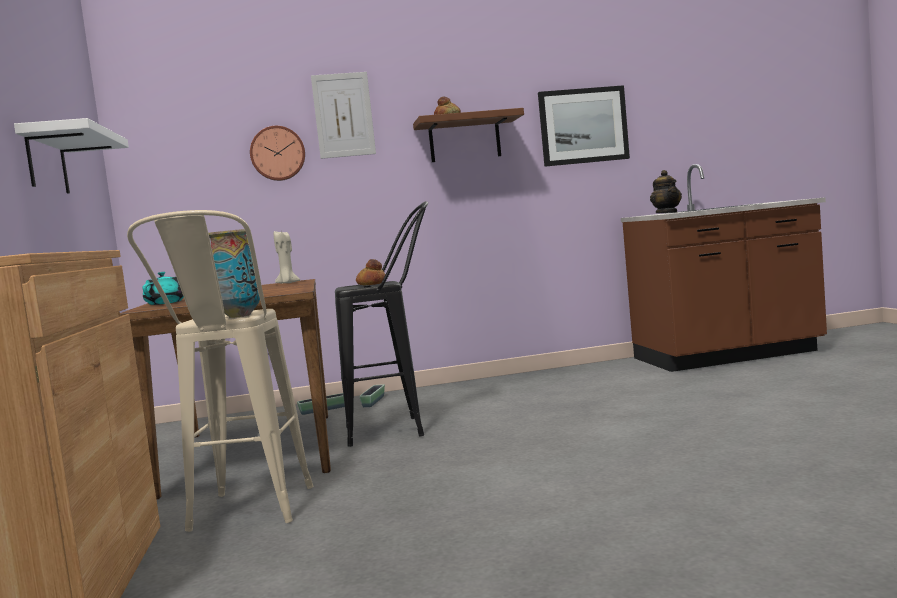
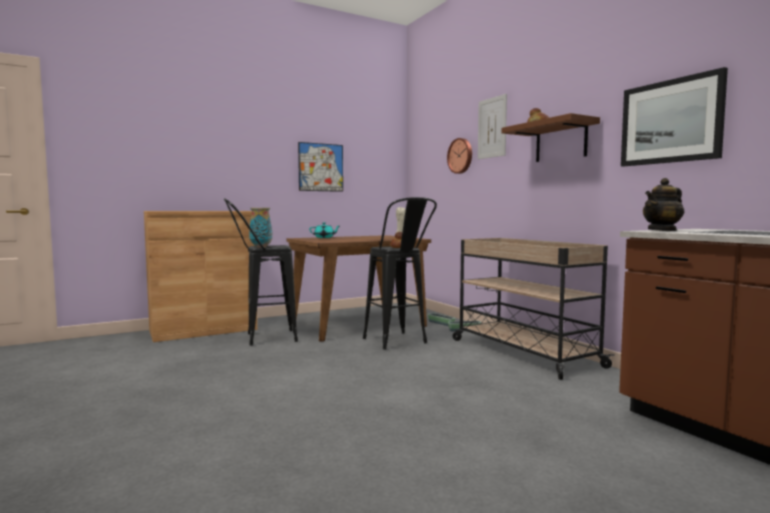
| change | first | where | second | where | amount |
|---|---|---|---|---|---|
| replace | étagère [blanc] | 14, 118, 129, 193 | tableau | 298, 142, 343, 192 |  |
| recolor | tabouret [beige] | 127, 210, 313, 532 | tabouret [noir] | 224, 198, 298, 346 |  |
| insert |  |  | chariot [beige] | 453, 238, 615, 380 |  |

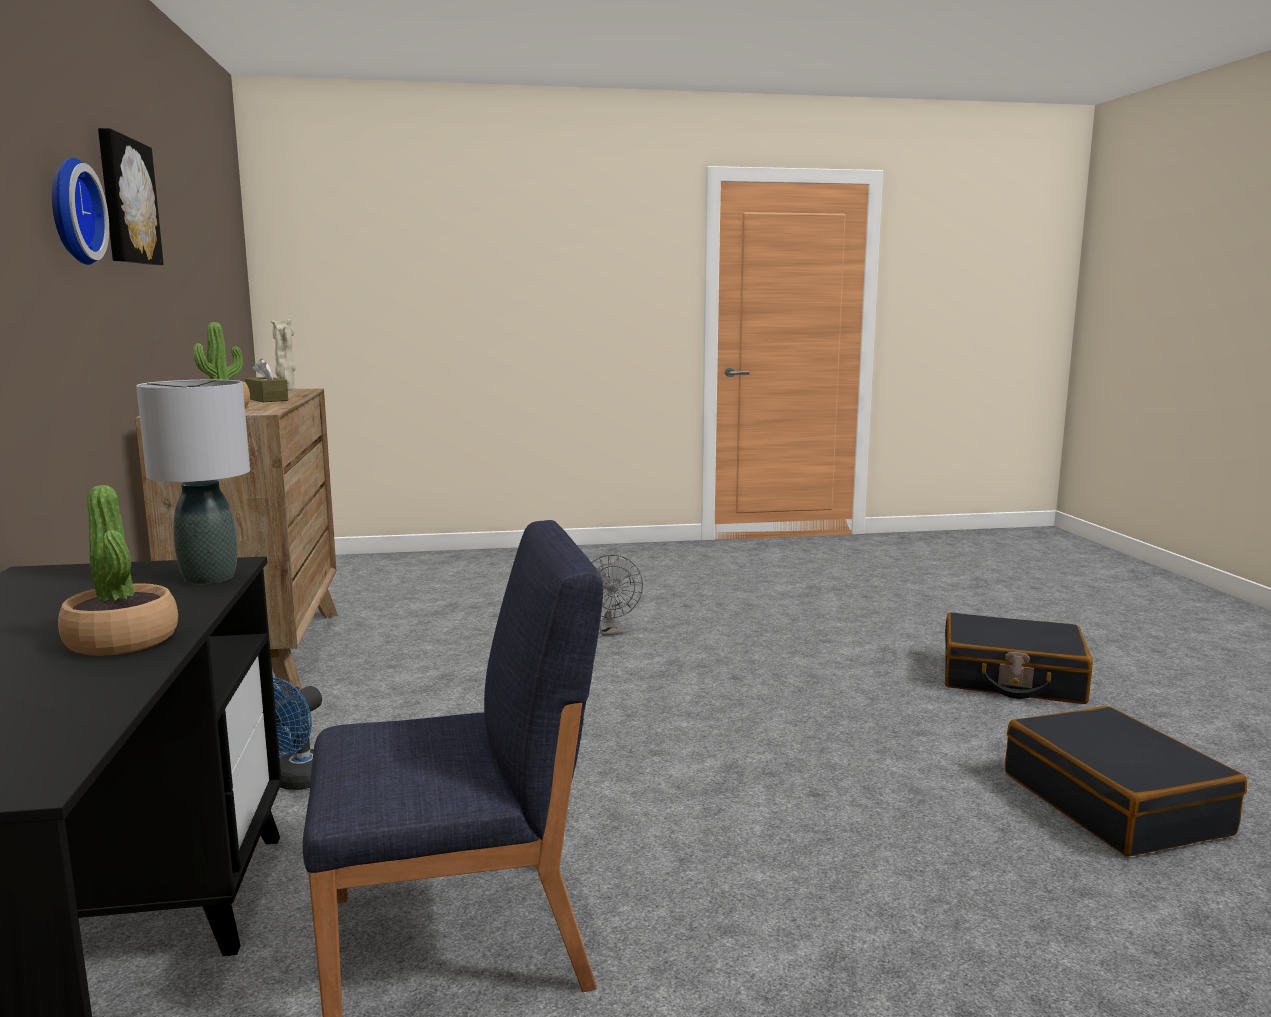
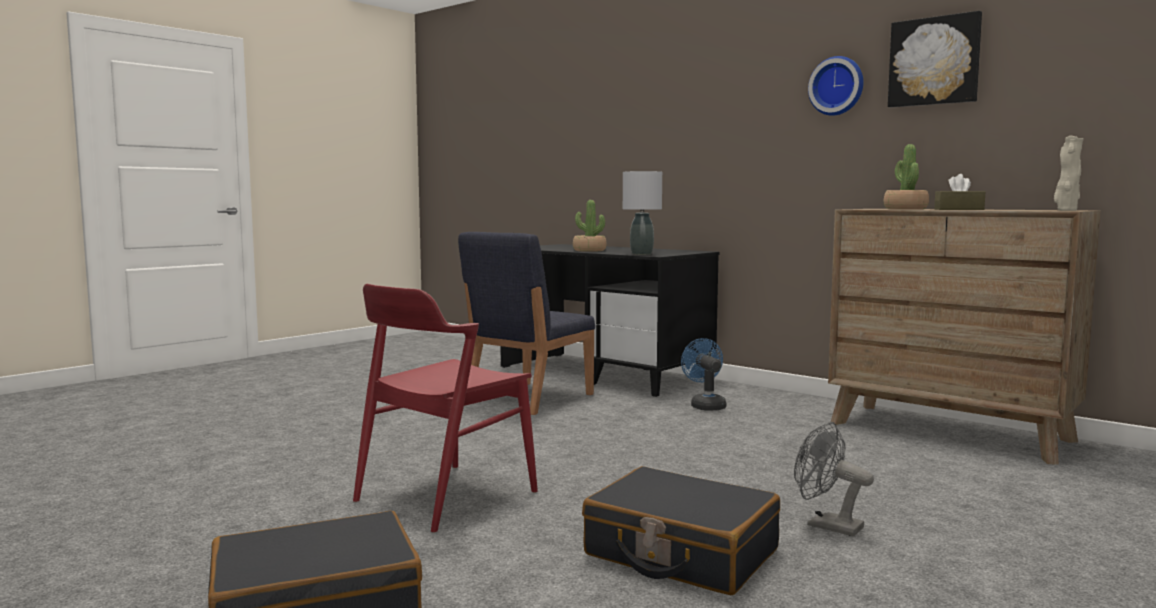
| change | first | where | second | where | amount |
|---|---|---|---|---|---|
| move | valise [noir] | 1005, 706, 1247, 856 |  | 582, 466, 780, 595 |  |
| insert |  |  | chaise [rouge] | 353, 284, 538, 533 |  |

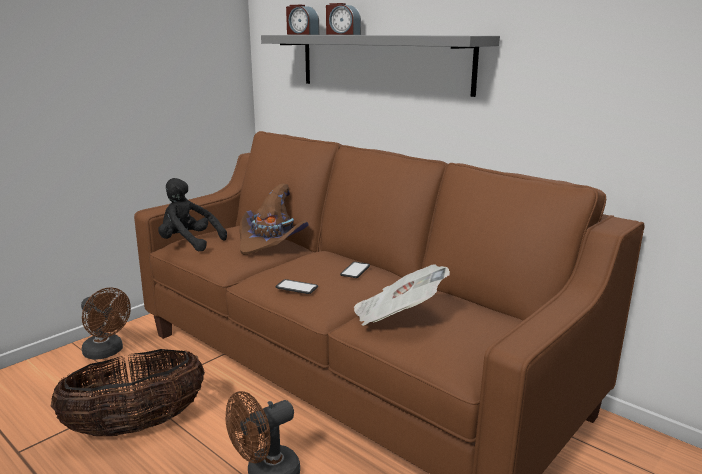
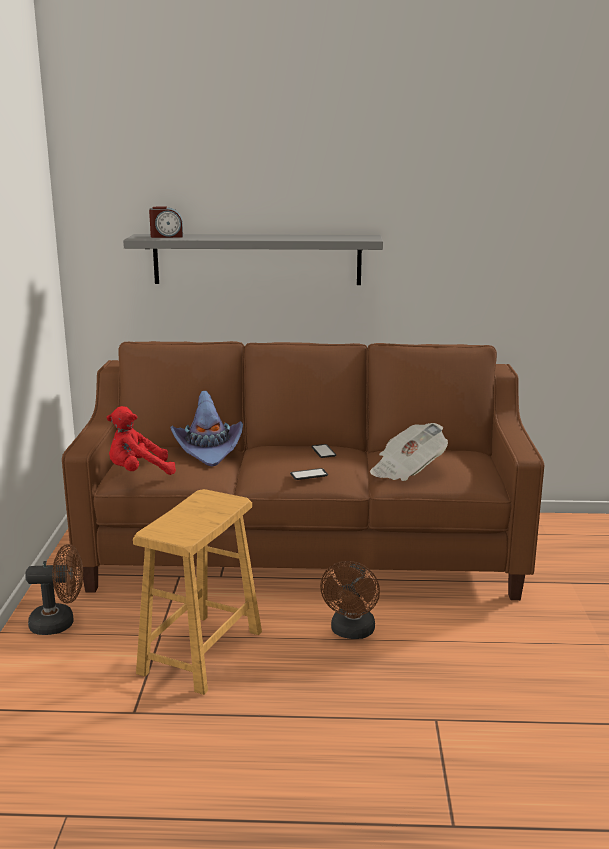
| change | first | where | second | where | amount |
|---|---|---|---|---|---|
| delete | réveil | 326, 3, 361, 35 |  |  |  |
| recolor | peluche [noir] | 158, 178, 227, 251 | peluche [rouge] | 106, 406, 176, 475 |  |
| recolor | chapeau [marron] | 240, 184, 308, 255 | chapeau [violet] | 170, 391, 243, 467 |  |
| replace | panier | 51, 349, 205, 436 | tabouret [marron] | 133, 489, 262, 695 |  |

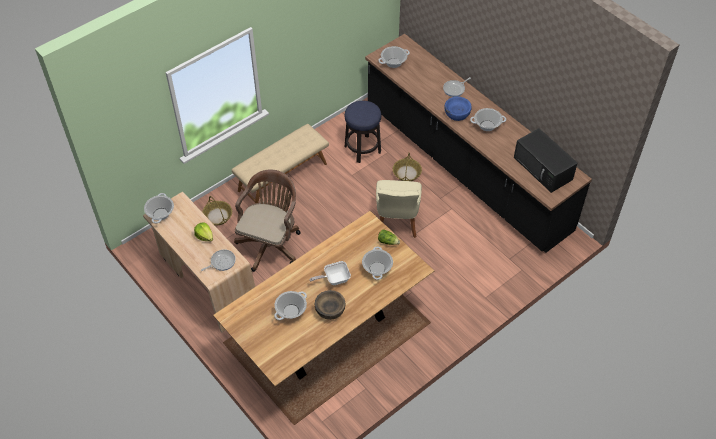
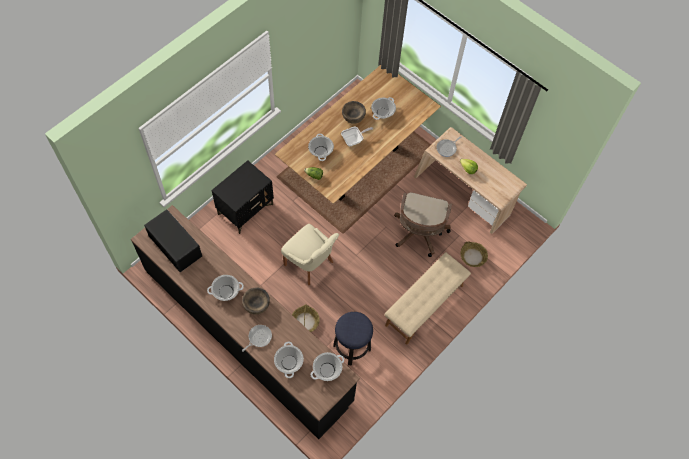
| change | first | where | second | where | amount |
|---|---|---|---|---|---|
| recolor | bol [bleu] | 445, 97, 471, 121 | bol [marron] | 242, 288, 270, 315 |  |
| rotate | chaise [beige] | 376, 180, 422, 238 |  | 281, 224, 339, 285 | 135 degrees clockwise |
| move | marmite | 144, 193, 174, 223 |  | 274, 342, 304, 378 |  |
| insert |  |  | table de chevet [noir] | 211, 160, 274, 234 |  |

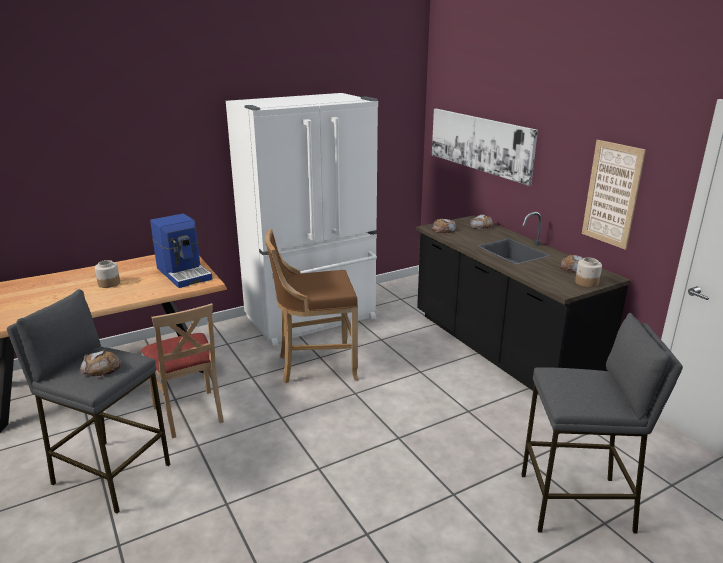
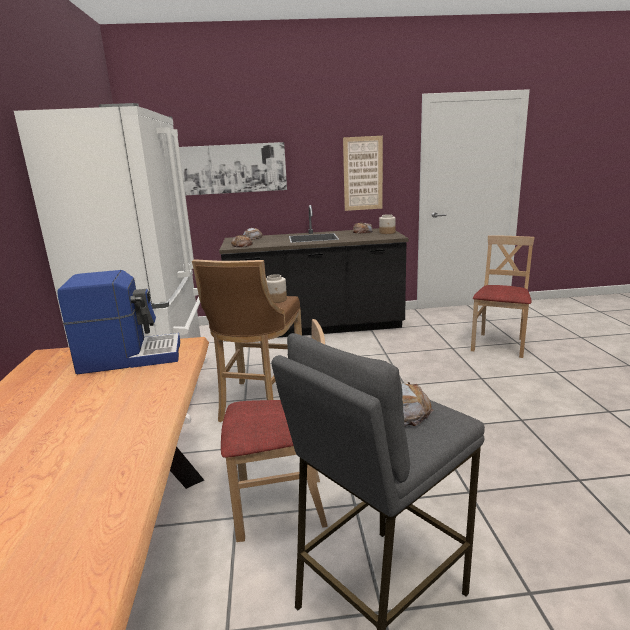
| change | first | where | second | where | amount |
|---|---|---|---|---|---|
| move | bocal | 95, 260, 120, 288 |  | 266, 274, 287, 303 |  |
| replace | tabouret [gris] | 522, 313, 683, 534 | chaise [beige] | 471, 235, 535, 358 |  |

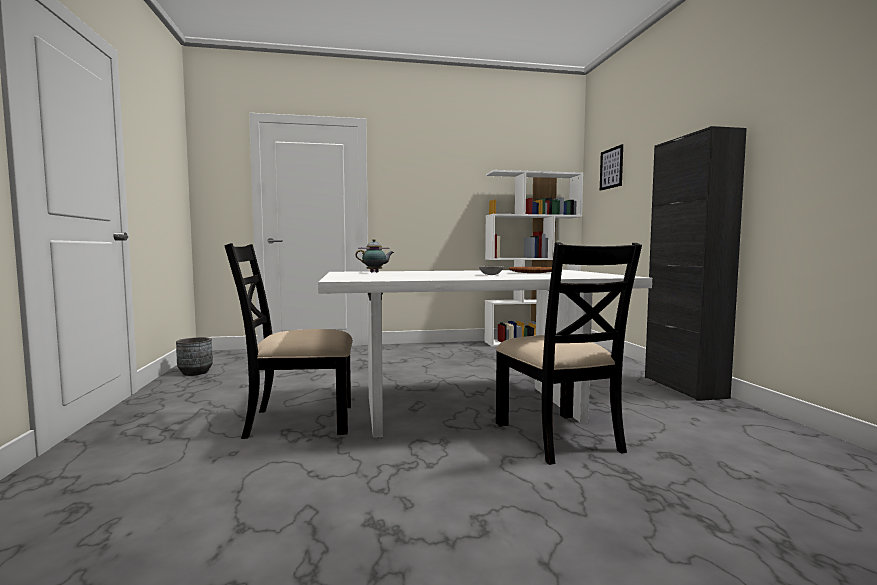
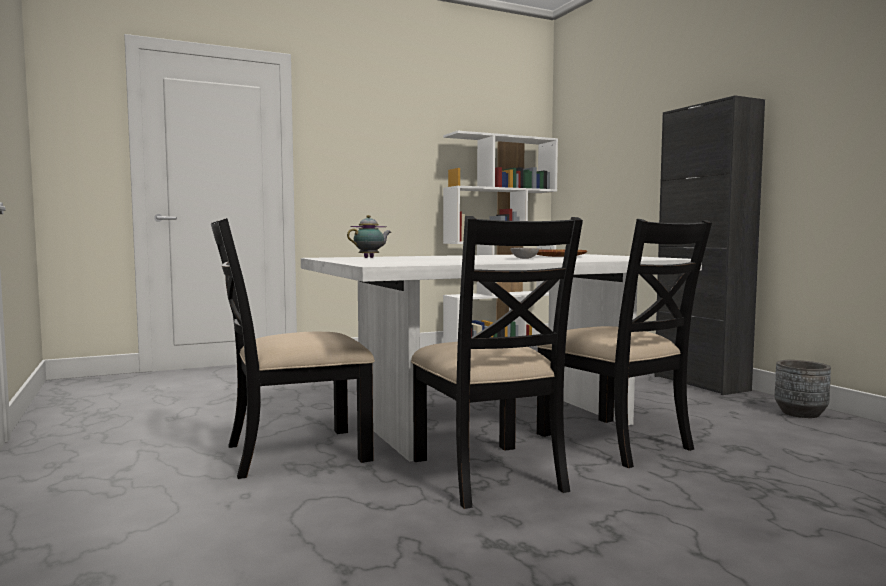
| change | first | where | second | where | amount |
|---|---|---|---|---|---|
| delete | tableau | 600, 144, 623, 191 |  |  |  |
| move | cache-pot [gris] | 176, 337, 213, 376 |  | 775, 360, 831, 418 |  |
| insert |  |  | chaise [noir] | 411, 216, 583, 509 |  |

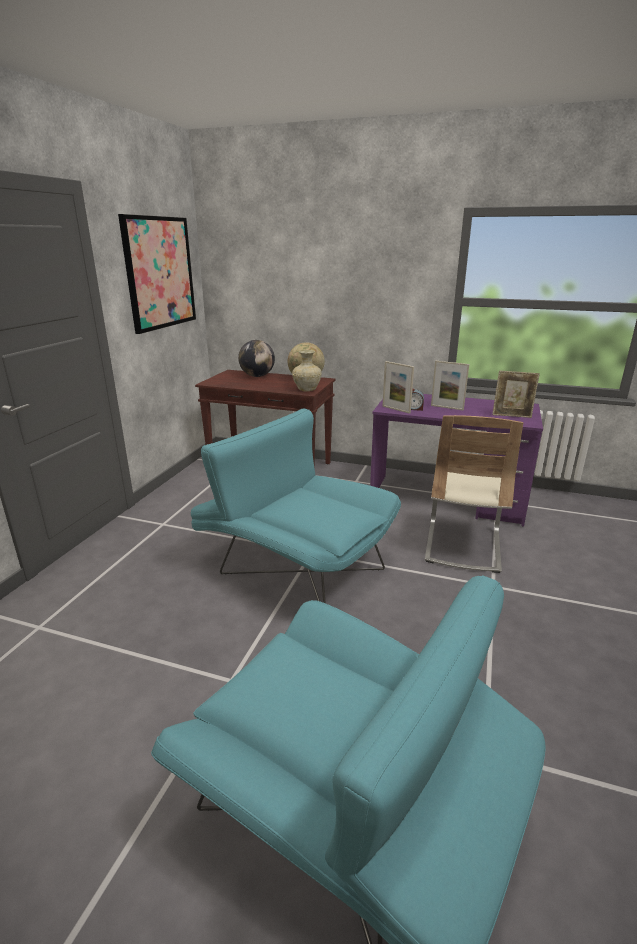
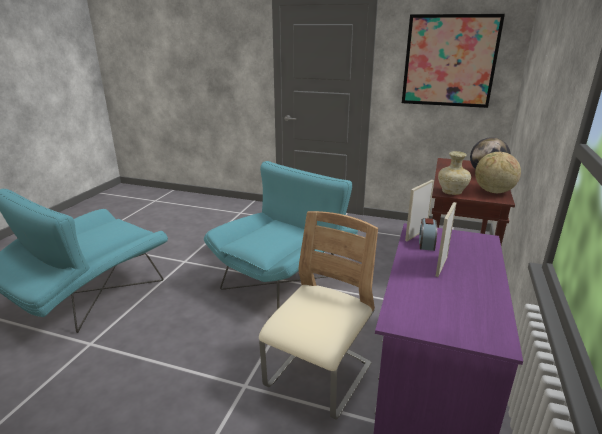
| change | first | where | second | where | amount |
|---|---|---|---|---|---|
| delete | cadre photo | 492, 371, 540, 418 |  |  |  |
| rotate | chaise [beige] | 425, 415, 523, 573 |  | 259, 211, 378, 420 | 105 degrees clockwise |

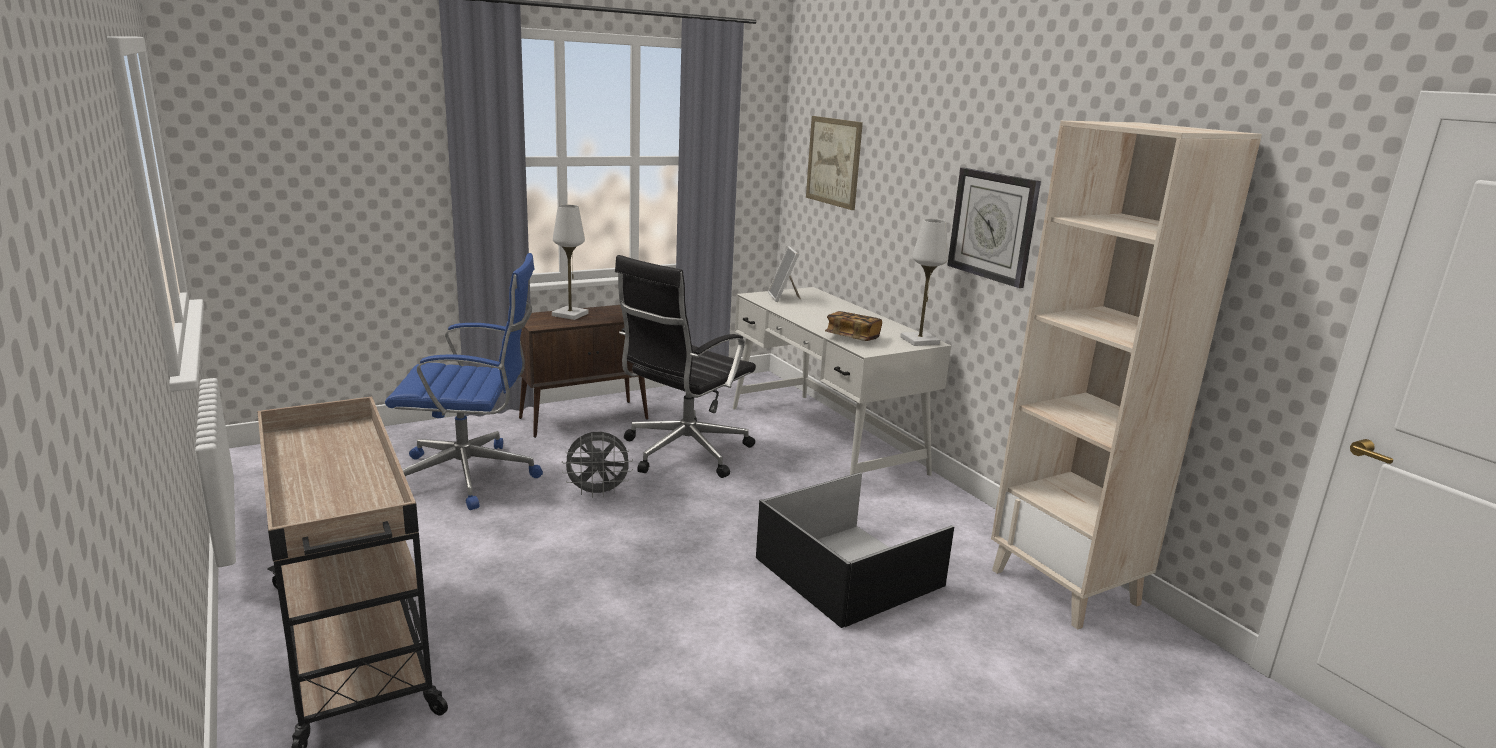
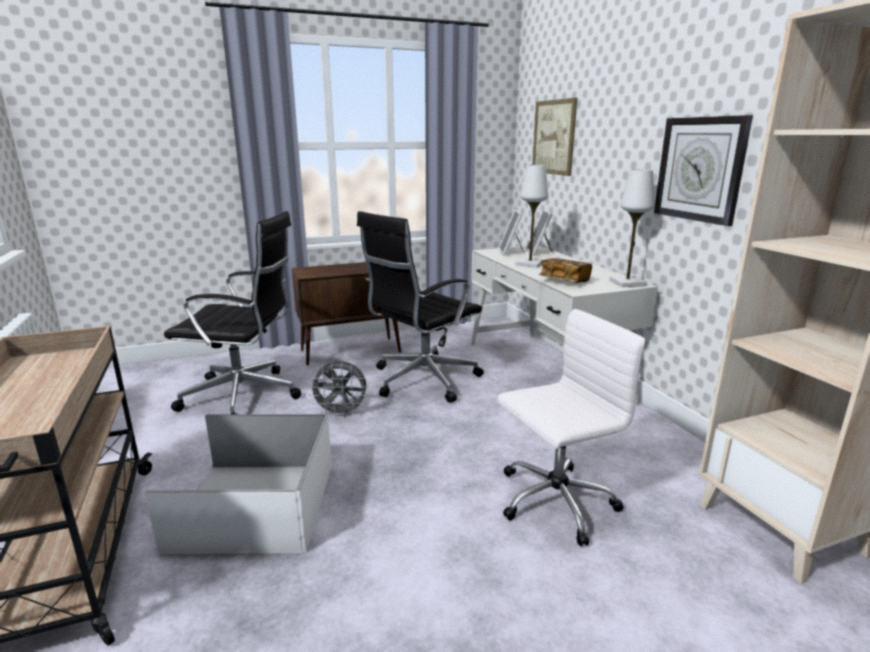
| change | first | where | second | where | amount |
|---|---|---|---|---|---|
| move | lampe de table [blanc] | 552, 205, 588, 320 |  | 515, 165, 549, 268 |  |
| recolor | chaise de bureau [bleu] | 385, 253, 543, 510 | chaise de bureau [noir] | 164, 211, 301, 414 |  |
| replace | boîte de rangement [noir] | 756, 472, 954, 628 | chaise de bureau [blanc] | 498, 309, 645, 546 |  |
| insert |  |  | cadre photo | 526, 209, 554, 255 |  |
| insert |  |  | boîte de rangement [blanc] | 145, 414, 332, 554 |  |

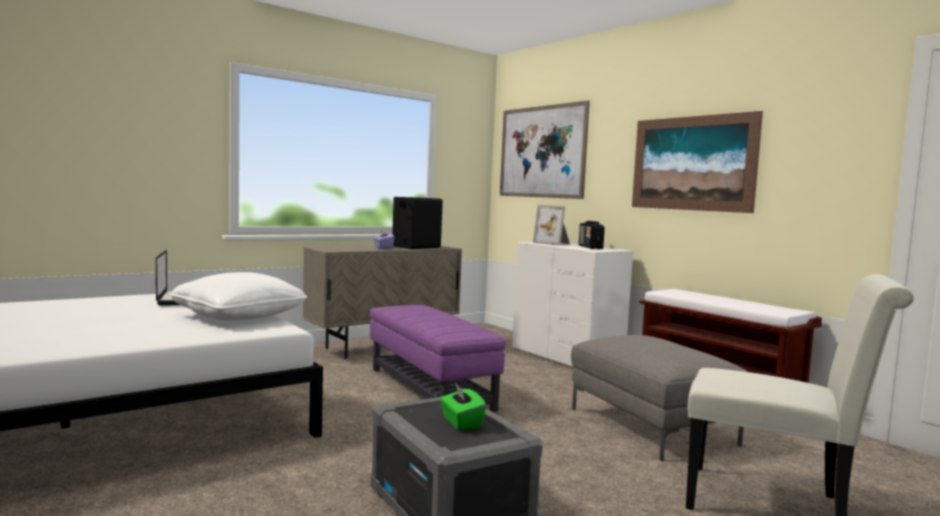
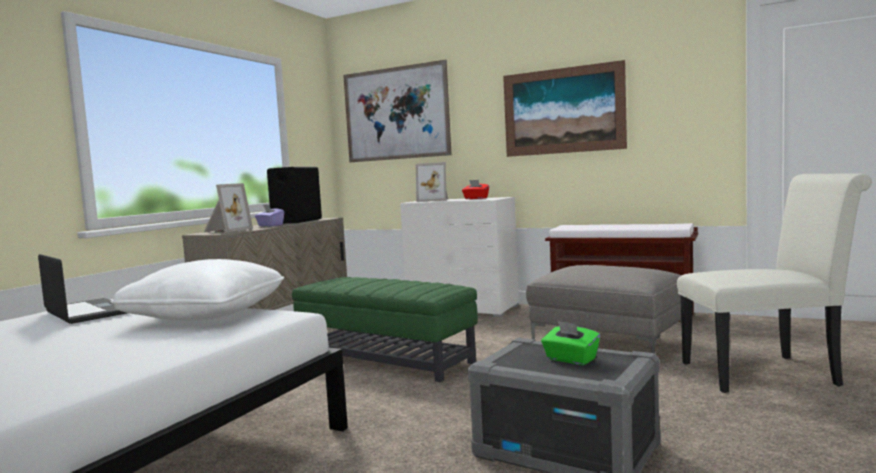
| change | first | where | second | where | amount |
|---|---|---|---|---|---|
| replace | radio | 579, 221, 605, 249 | boîte à mouchoirs [rouge] | 462, 180, 489, 199 |  |
| recolor | pouf [violet] | 370, 305, 505, 412 | pouf [vert] | 292, 277, 478, 382 |  |
| insert |  |  | cadre photo | 204, 183, 253, 232 |  |

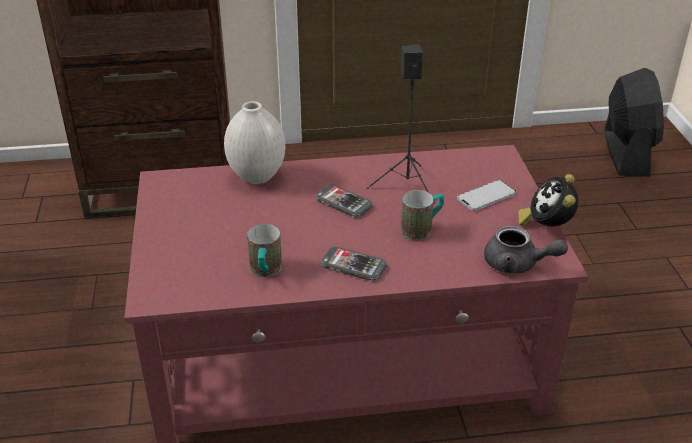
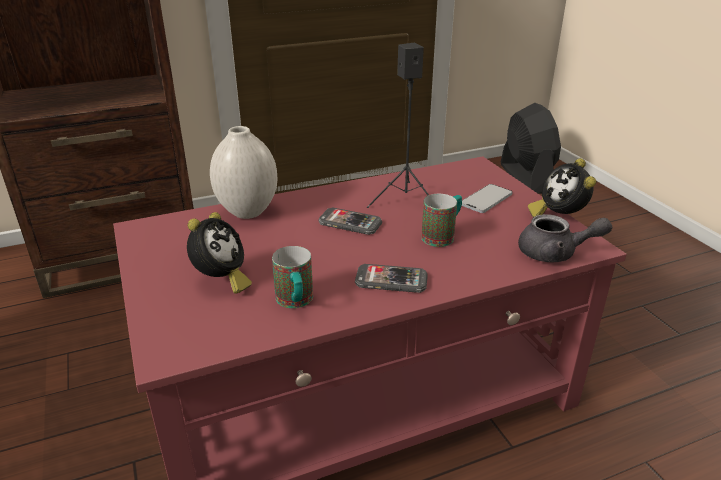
| change | first | where | second | where | amount |
|---|---|---|---|---|---|
| insert |  |  | réveil | 187, 212, 252, 294 |  |

